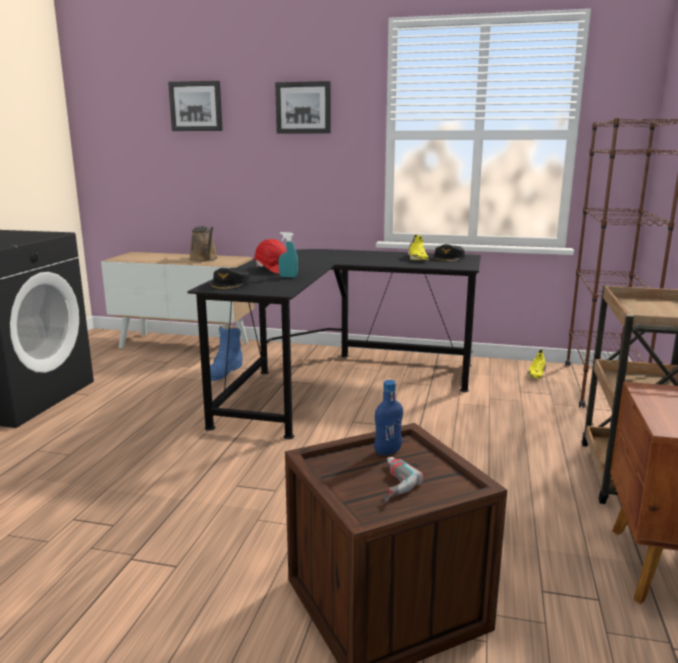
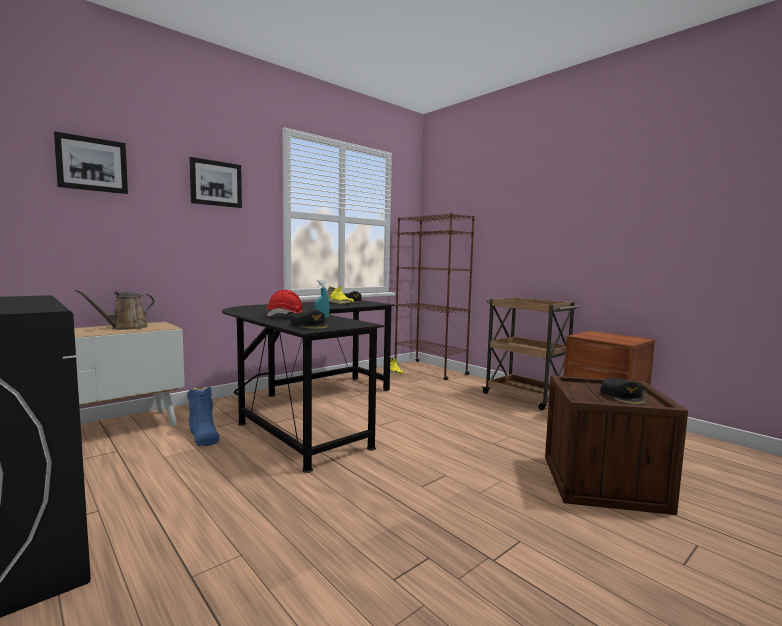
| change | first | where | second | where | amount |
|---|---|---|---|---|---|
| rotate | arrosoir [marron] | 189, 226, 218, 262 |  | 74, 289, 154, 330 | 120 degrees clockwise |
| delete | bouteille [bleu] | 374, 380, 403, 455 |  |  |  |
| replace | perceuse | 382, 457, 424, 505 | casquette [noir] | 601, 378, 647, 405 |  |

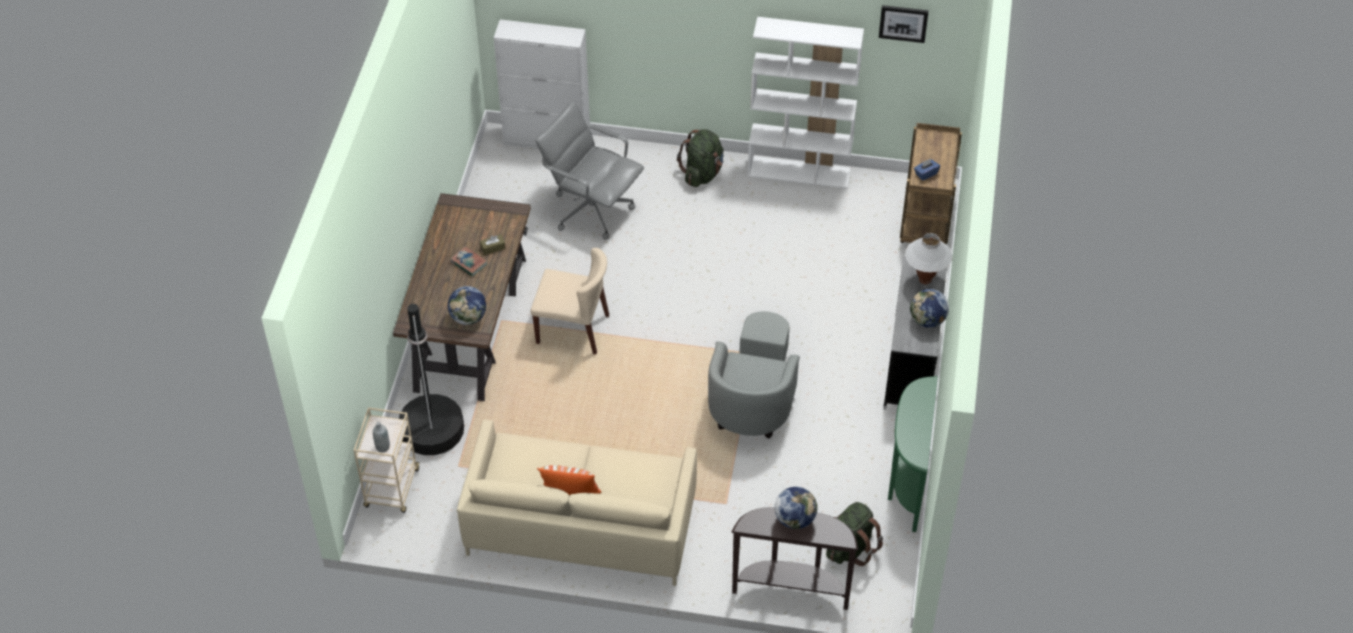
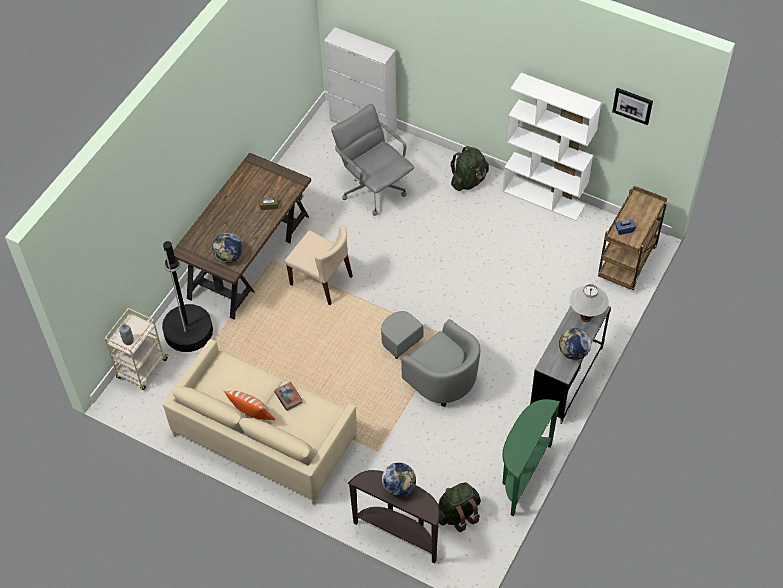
| change | first | where | second | where | amount |
|---|---|---|---|---|---|
| move | livre | 450, 246, 487, 277 |  | 274, 382, 303, 411 |  |
| rotate | fauteuil [gris] | 708, 312, 800, 439 |  | 381, 311, 480, 407 | 75 degrees counterclockwise |

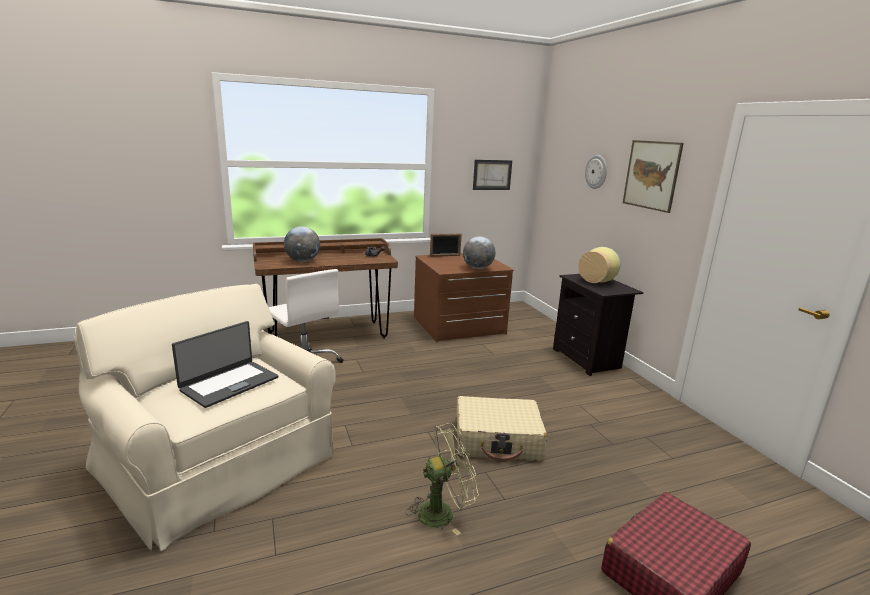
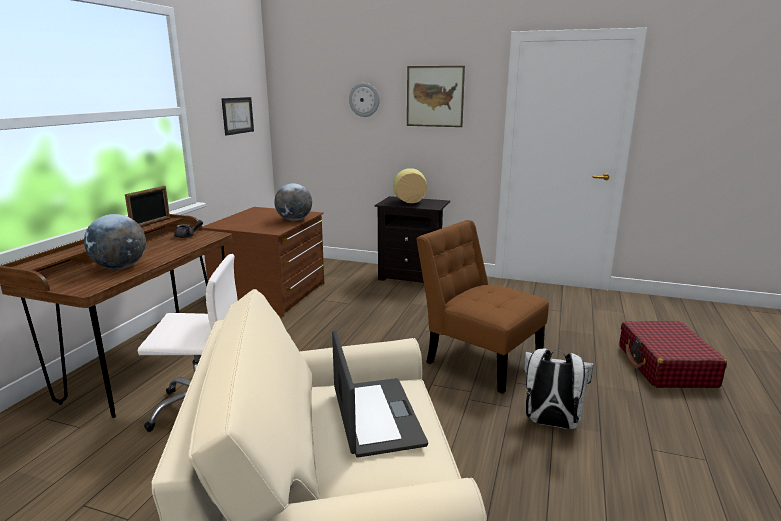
| change | first | where | second | where | amount |
|---|---|---|---|---|---|
| move | cadre photo | 430, 233, 462, 257 |  | 125, 186, 170, 227 |  |
| replace | valise [beige] | 457, 396, 547, 462 | chaise [marron] | 416, 220, 549, 394 |  |
| replace | ventilateur [vert] | 405, 423, 479, 536 | sac à dos [blanc] | 524, 348, 593, 429 |  |

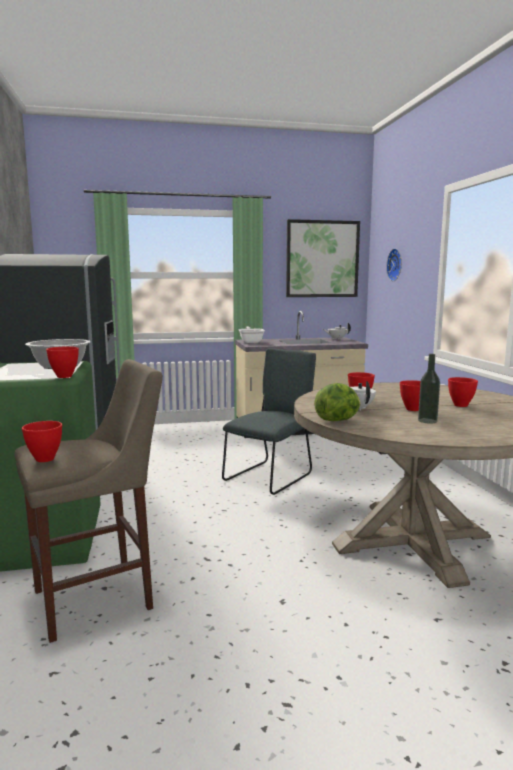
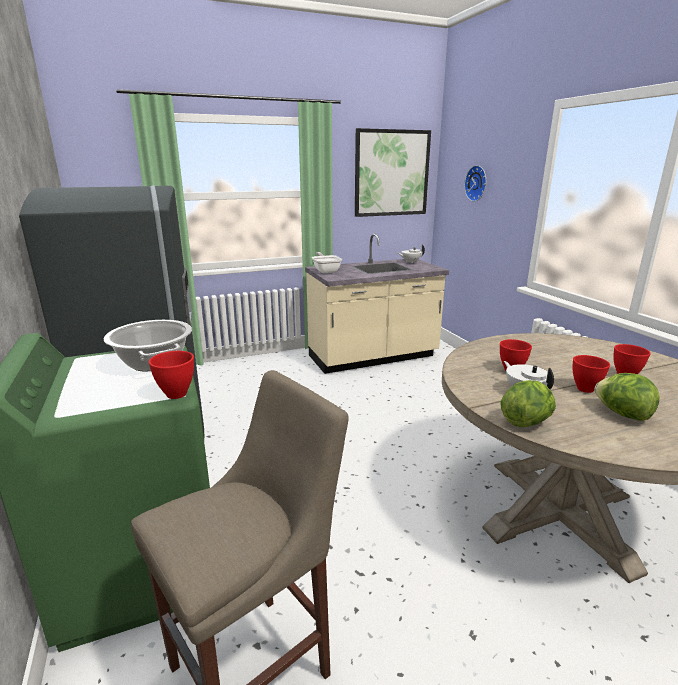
| change | first | where | second | where | amount |
|---|---|---|---|---|---|
| delete | chaise [gris] | 222, 348, 316, 495 |  |  |  |
| replace | bouteille | 418, 354, 440, 424 | laitue | 594, 373, 660, 421 |  |
| delete | bol [rouge] | 22, 421, 62, 462 |  |  |  |

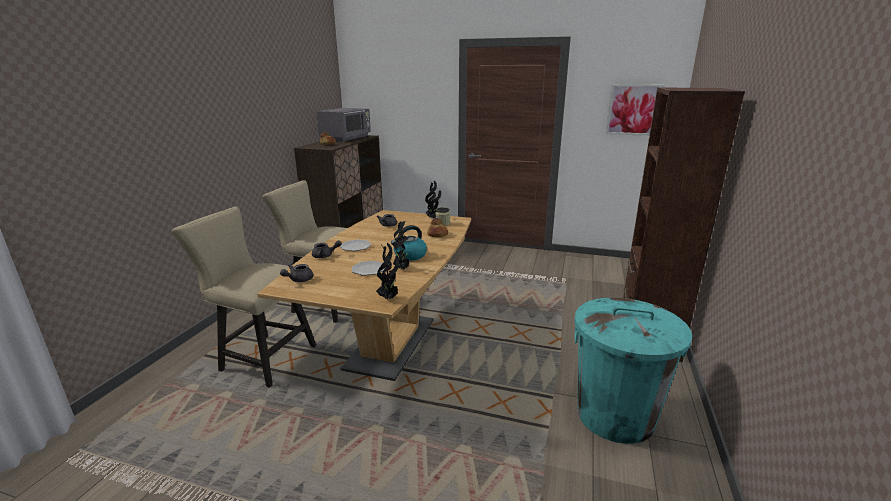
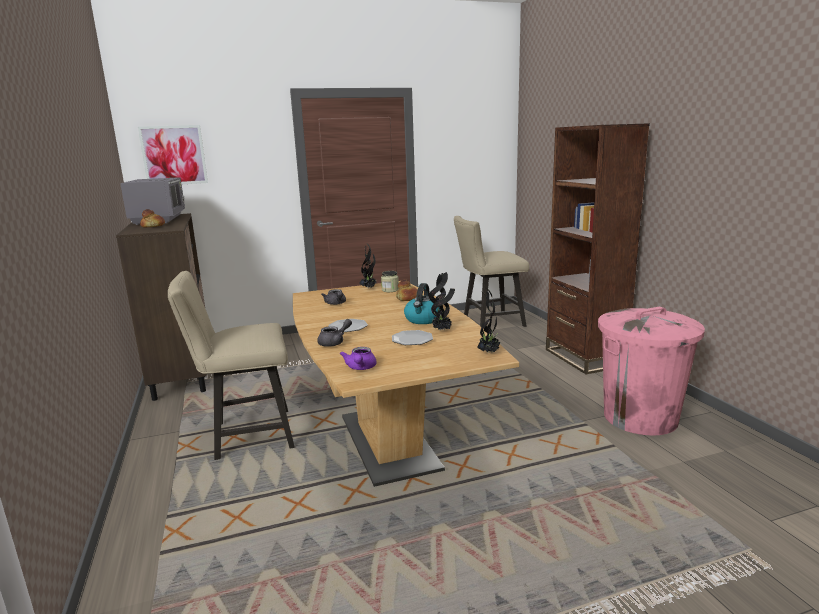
| change | first | where | second | where | amount |
|---|---|---|---|---|---|
| move | tableau | 606, 84, 666, 136 |  | 138, 125, 208, 184 |  |
| move | chaise [beige] | 172, 207, 316, 388 |  | 454, 216, 529, 329 |  |
| recolor | théière [gris] | 280, 264, 313, 282 | théière [violet] | 340, 347, 376, 370 |  |
| recolor | poubelle [turquoise] | 574, 298, 692, 444 | poubelle [rose] | 598, 307, 705, 436 |  |

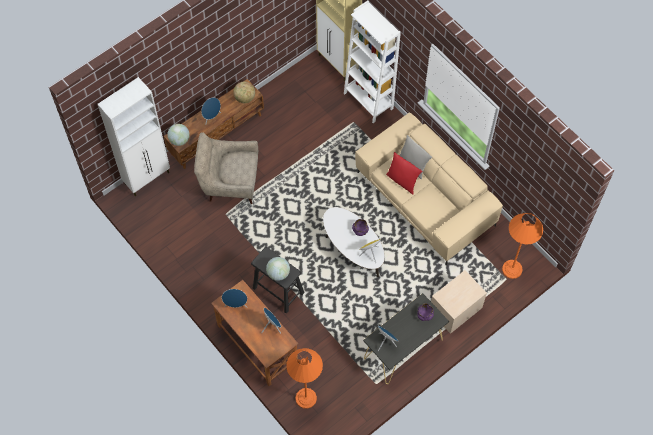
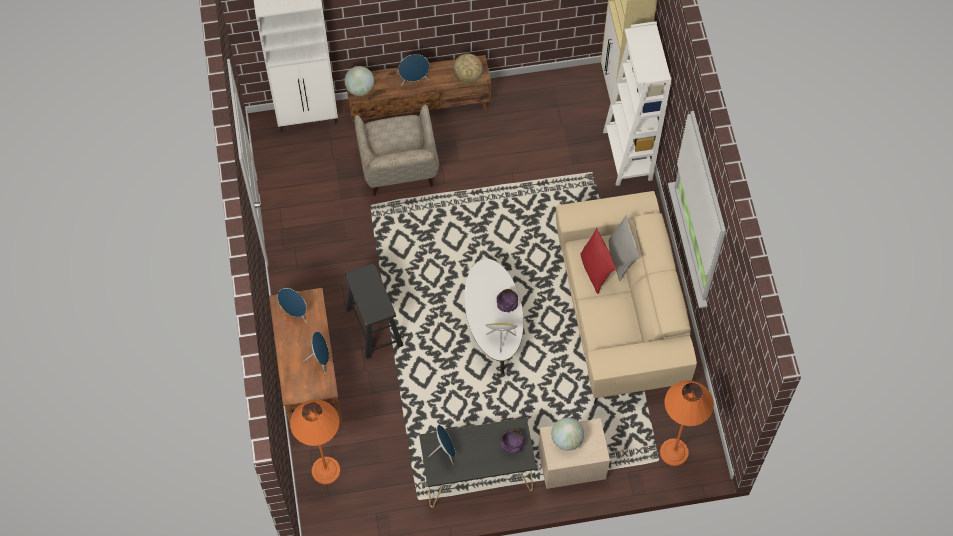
| change | first | where | second | where | amount |
|---|---|---|---|---|---|
| rotate | fauteuil [beige] | 194, 132, 258, 204 |  | 355, 105, 439, 196 | 135 degrees counterclockwise |
| move | globe | 266, 257, 290, 281 |  | 551, 418, 584, 451 |  |

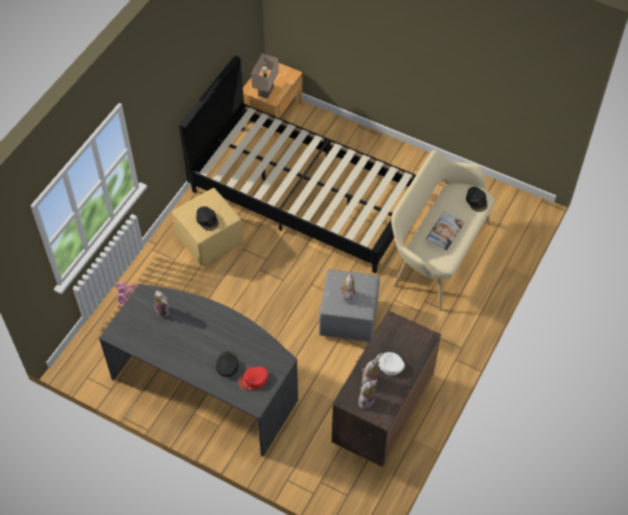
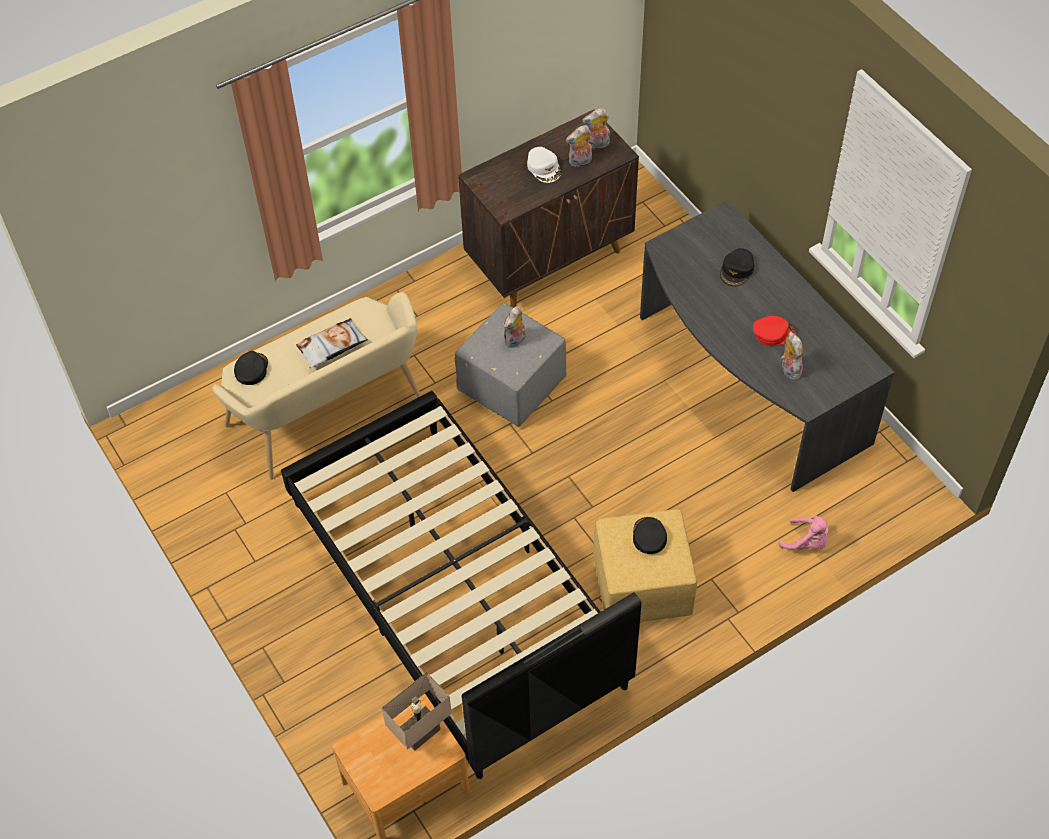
| change | first | where | second | where | amount |
|---|---|---|---|---|---|
| move | casquette [rouge] | 239, 367, 268, 391 |  | 753, 316, 796, 346 |  |

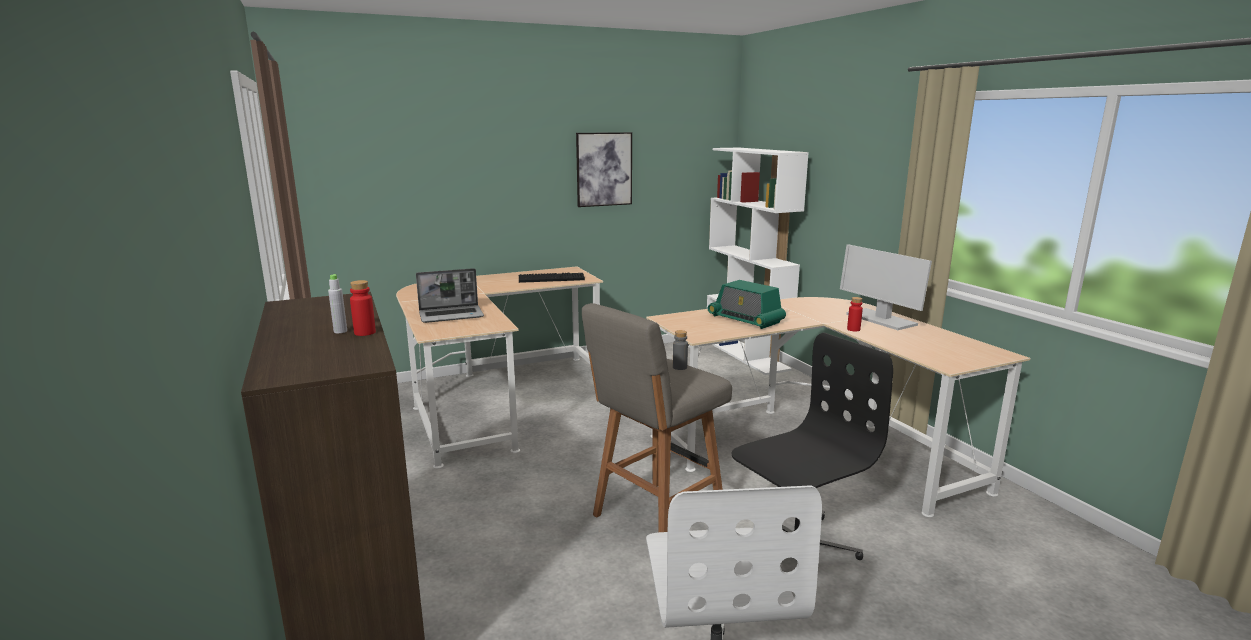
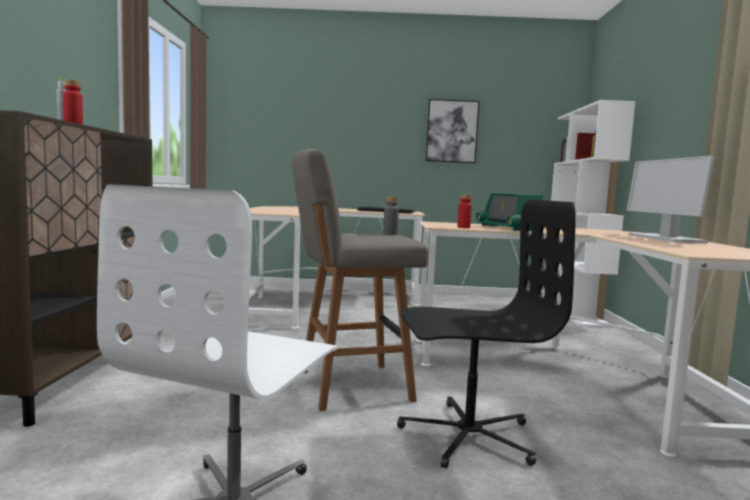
| change | first | where | second | where | amount |
|---|---|---|---|---|---|
| delete | ordinateur portable | 416, 268, 484, 323 |  |  |  |
| move | bouteille [rouge] | 847, 297, 863, 331 |  | 458, 194, 472, 228 |  |

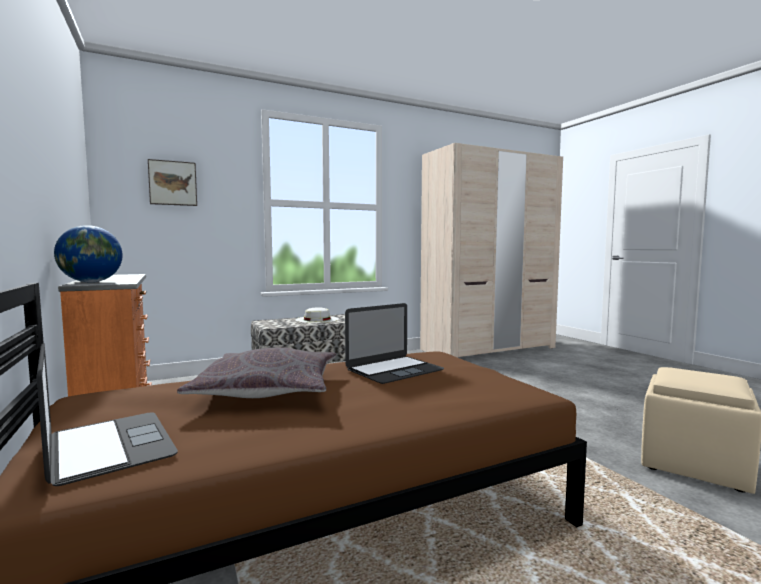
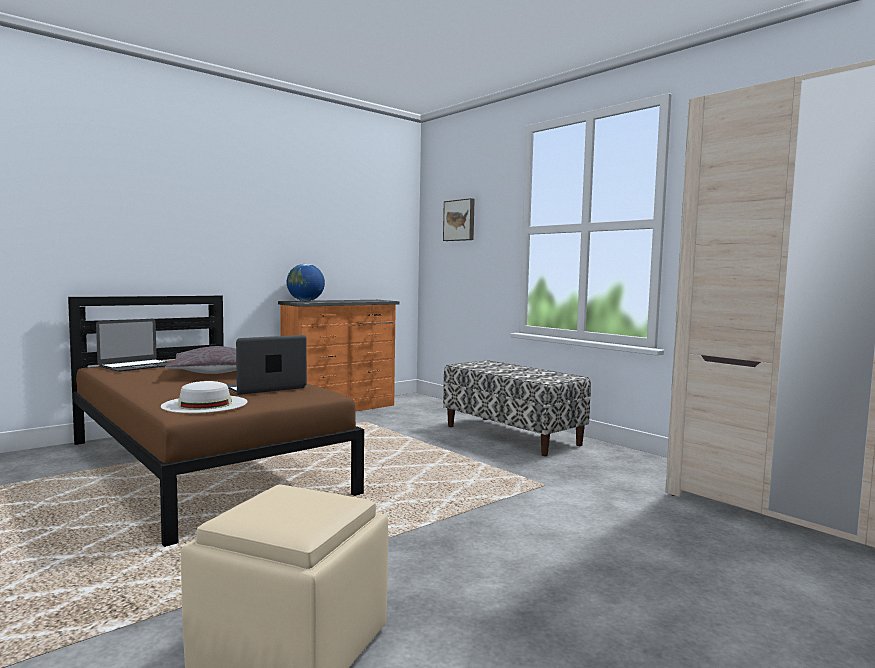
| change | first | where | second | where | amount |
|---|---|---|---|---|---|
| rotate | ordinateur portable | 345, 303, 444, 384 |  | 227, 335, 307, 395 | 105 degrees clockwise |
| move | chapeau [blanc] | 295, 307, 339, 323 |  | 161, 381, 247, 413 |  |

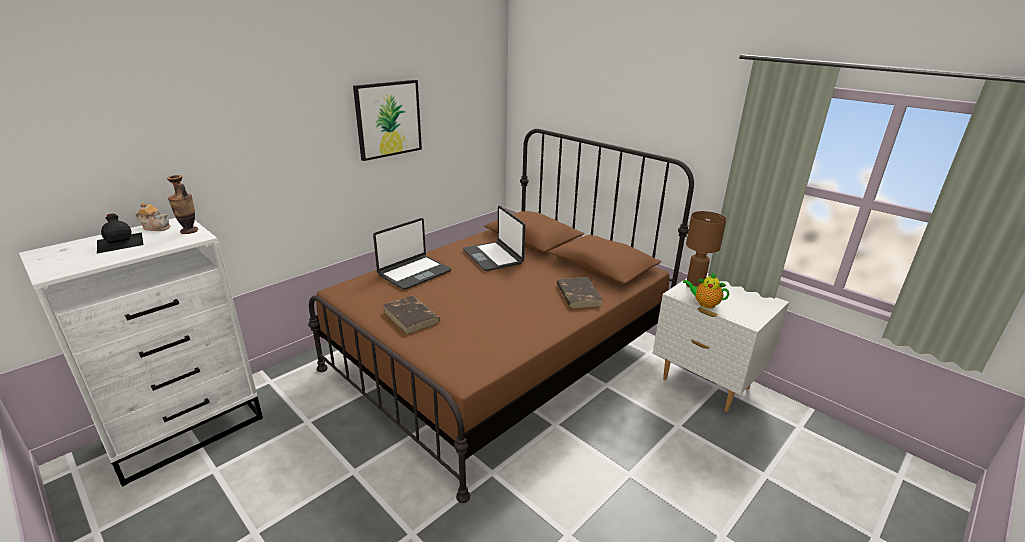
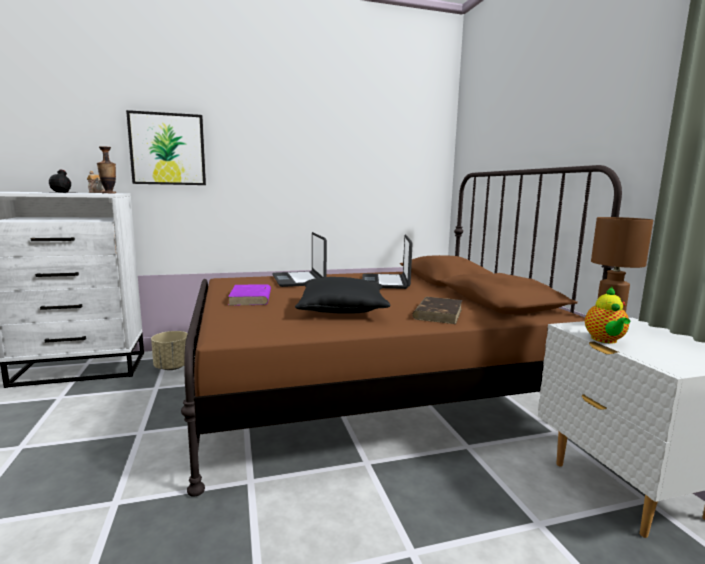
| change | first | where | second | where | amount |
|---|---|---|---|---|---|
| move | tableau | 353, 80, 422, 161 |  | 126, 110, 206, 185 |  |
| rotate | ordinateur portable | 373, 218, 452, 290 |  | 272, 232, 327, 287 | 90 degrees clockwise |
| rotate | théière | 683, 273, 729, 309 |  | 585, 287, 630, 344 | 135 degrees counterclockwise |
| recolor | livre [marron] | 383, 296, 440, 335 | livre [violet] | 228, 284, 271, 306 |  |
| insert |  |  | coussin [noir] | 295, 277, 391, 314 |  |
| insert |  |  | cache-pot [beige] | 151, 331, 188, 370 |  |

